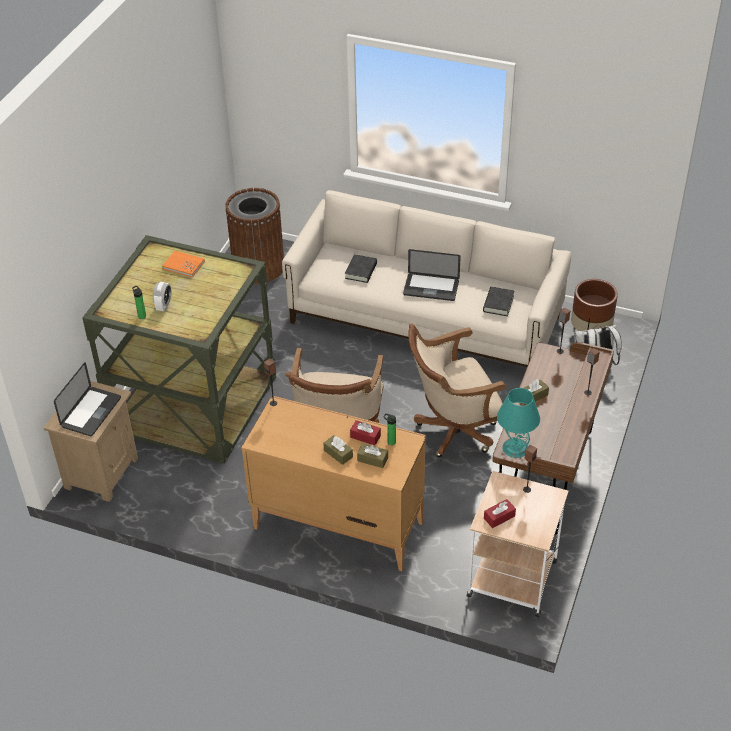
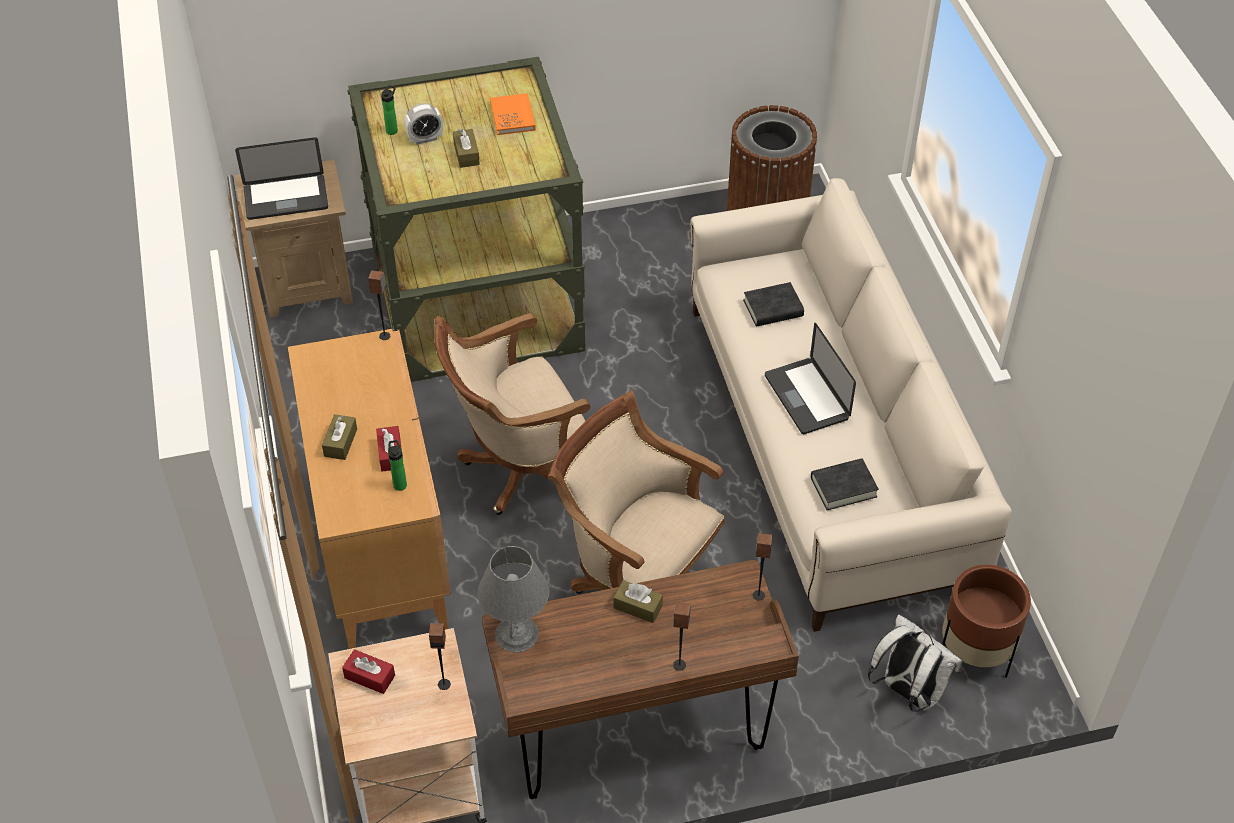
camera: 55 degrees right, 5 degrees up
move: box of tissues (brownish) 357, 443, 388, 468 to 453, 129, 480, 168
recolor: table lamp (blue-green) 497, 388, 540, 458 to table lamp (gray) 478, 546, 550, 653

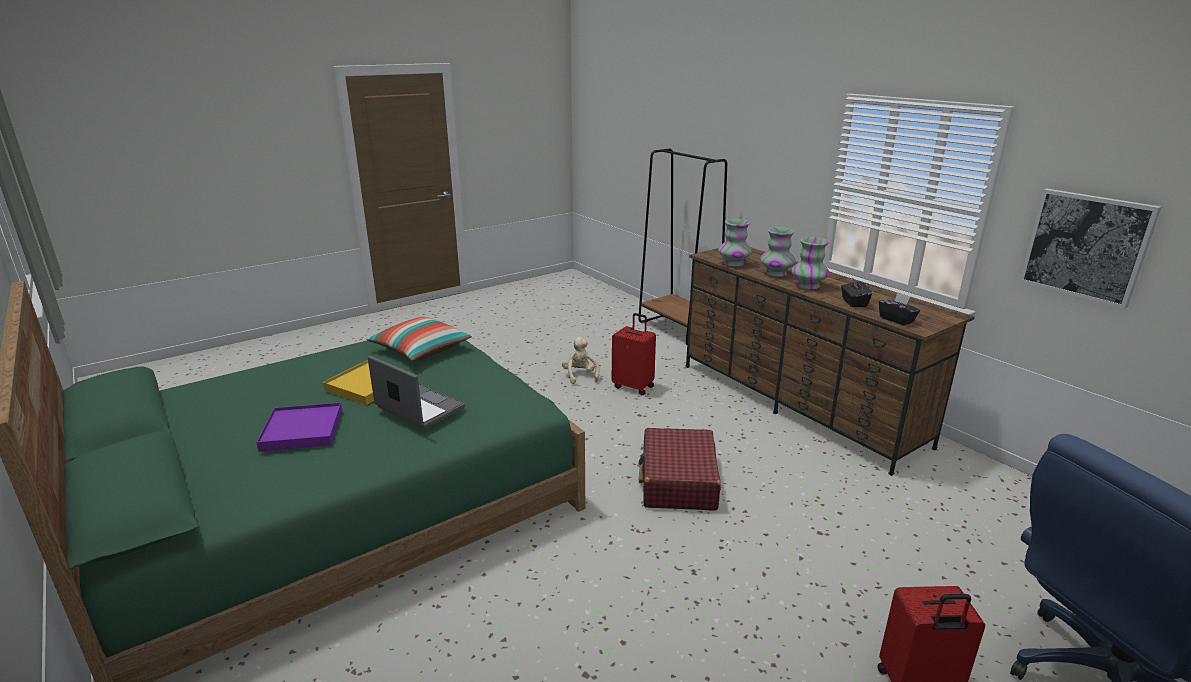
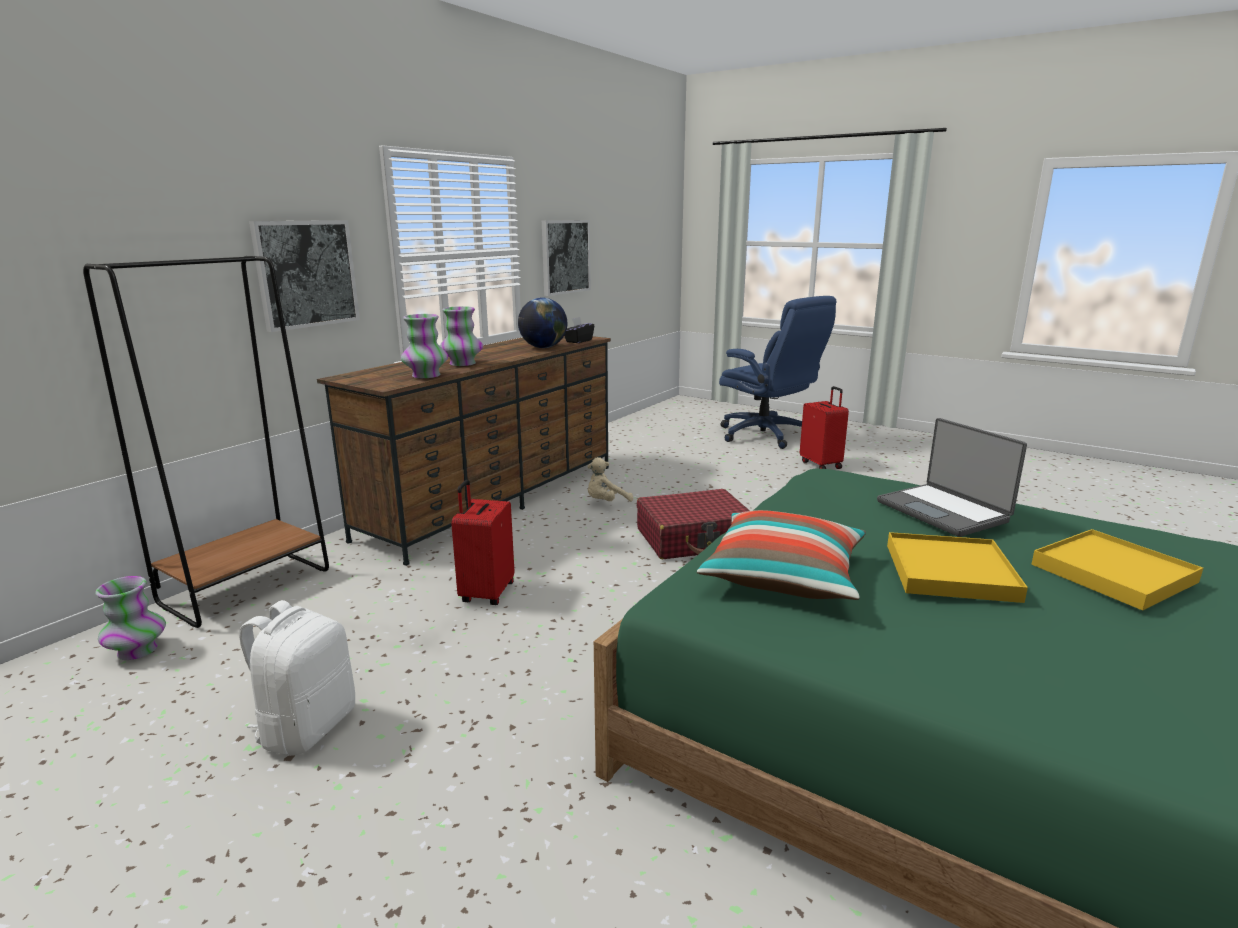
camera: 110 degrees left, 5 degrees down
insert: knapsack (white) 239, 600, 355, 756; wall picture 249, 220, 360, 332
move: decorative vase 791, 237, 829, 289 to 95, 576, 166, 660; cuddly toy (beige) 562, 337, 599, 384 to 587, 457, 633, 502
replace: box of tissues (blackish) 841, 278, 872, 307 to world globe 518, 298, 567, 348
recolor: carrying tray (purple-coloured) 256, 403, 342, 452 to carrying tray (yellowish) 1031, 529, 1203, 610
rotate: notebook computer 368, 356, 465, 429 = 877, 418, 1027, 537 45 degrees counterclockwise

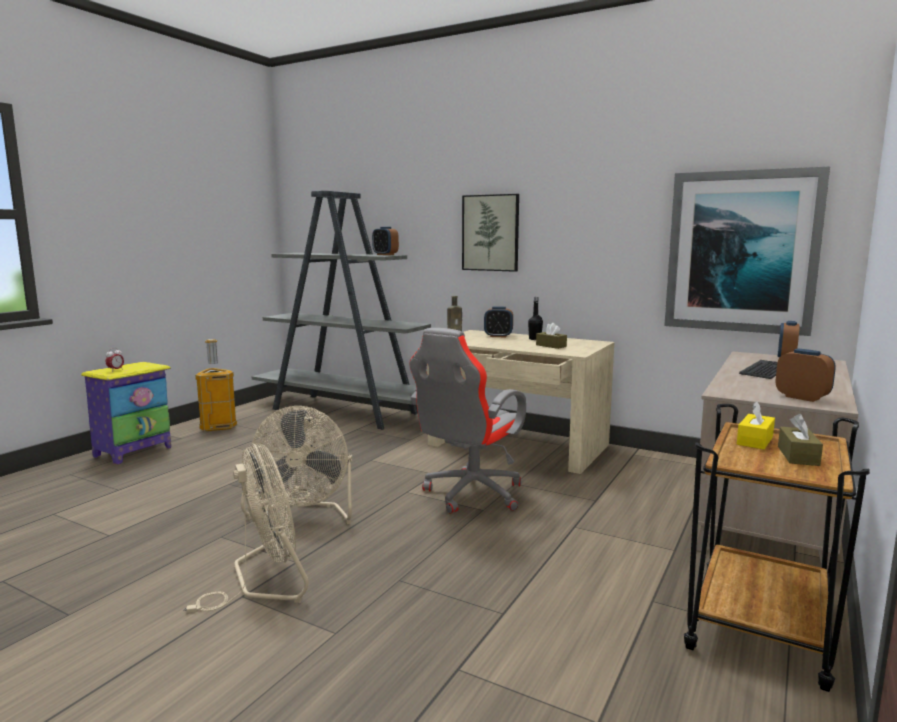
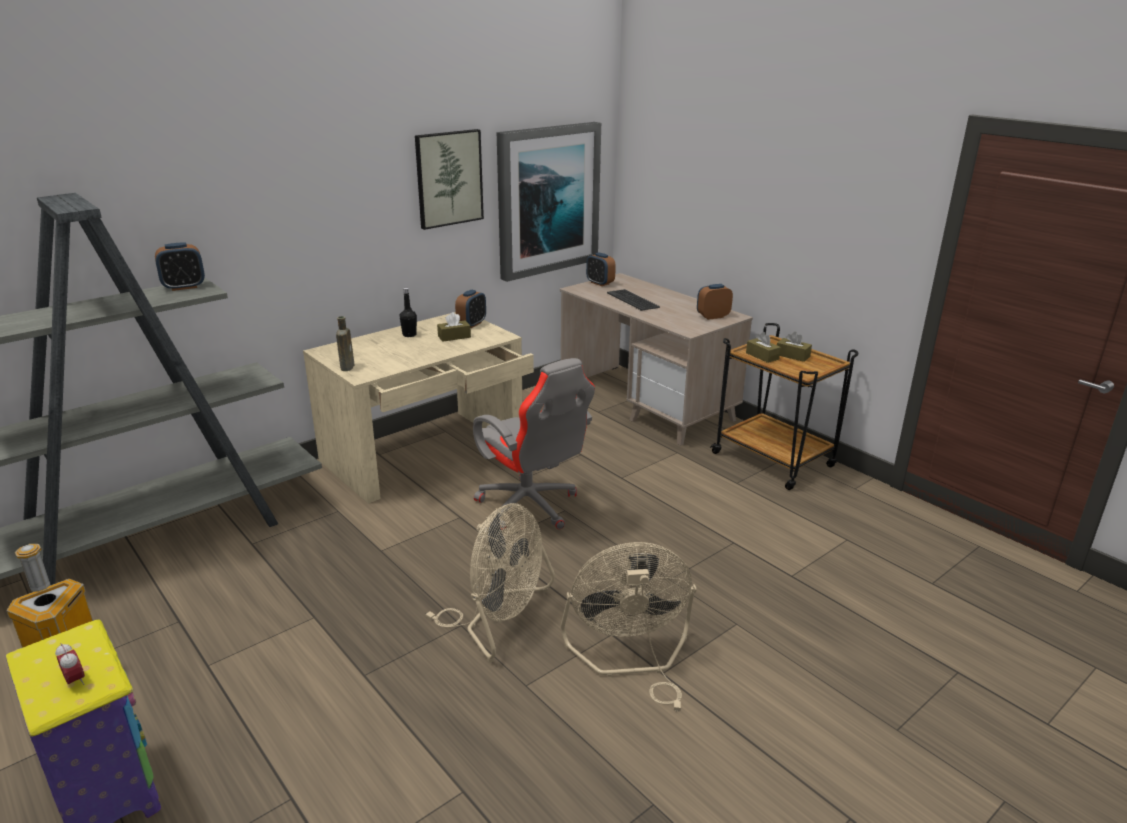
camera: 70 degrees left, 15 degrees up
move: wall picture 462, 194, 519, 272 to 415, 129, 484, 230; table clock 484, 306, 513, 337 to 455, 290, 486, 328
recolor: box of tissues (yellowish) 737, 401, 775, 449 to box of tissues (brownish) 746, 332, 781, 363

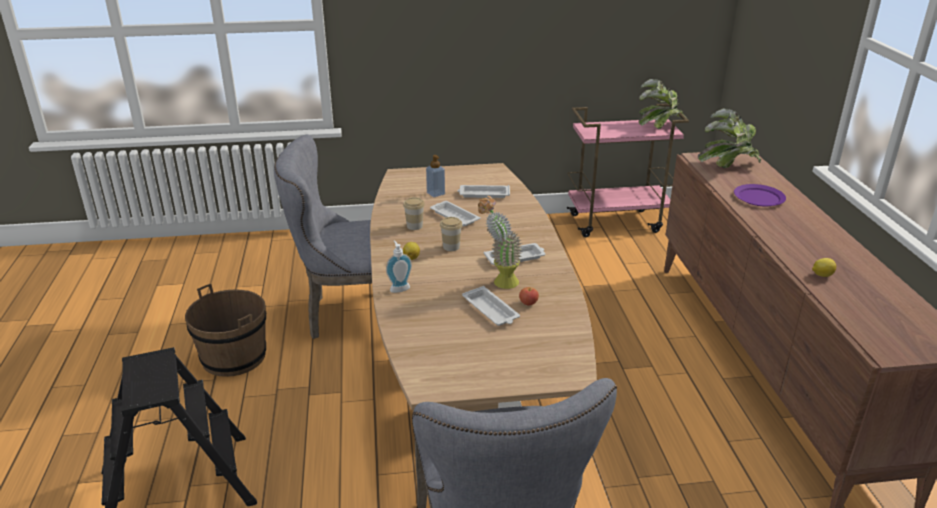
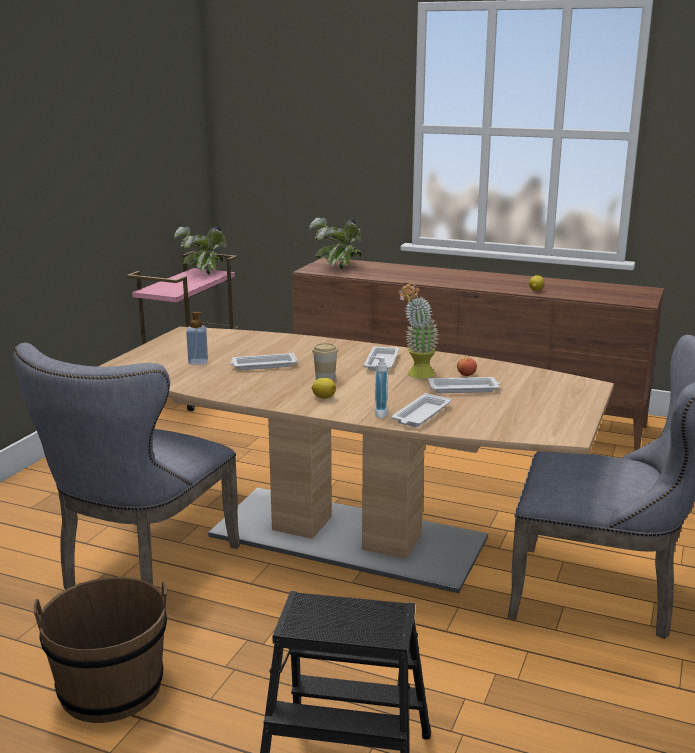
camera: 60 degrees left, 10 degrees down
delete: cup 403, 197, 425, 230; flat dish (purple-coloured) 734, 184, 786, 207
move: carrying tray (white) 457, 185, 510, 198 to 392, 393, 451, 427

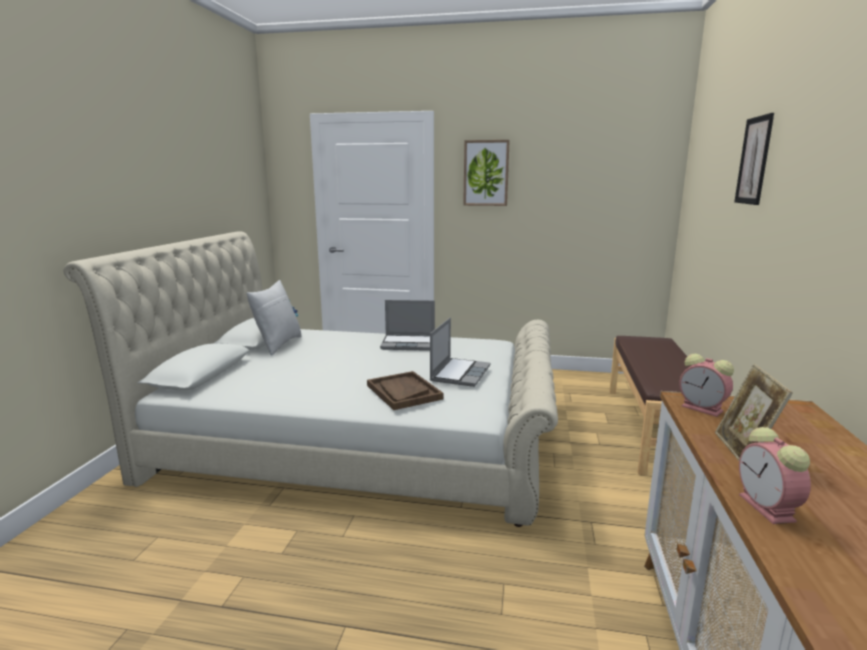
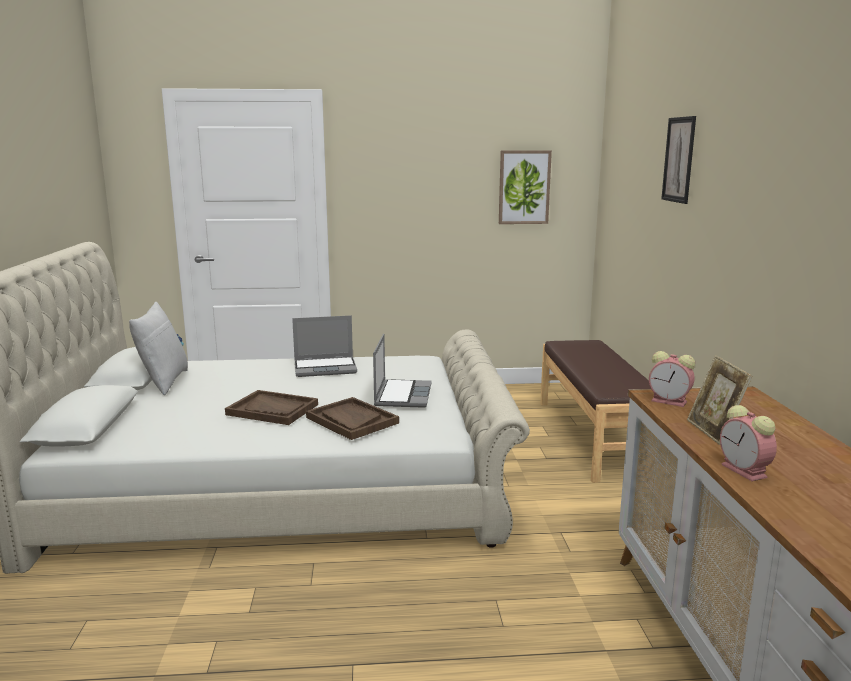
camera: 15 degrees left, 0 degrees up
insert: carrying tray (brownish) 225, 390, 318, 425
move: wall picture 463, 140, 510, 206 to 499, 150, 552, 224

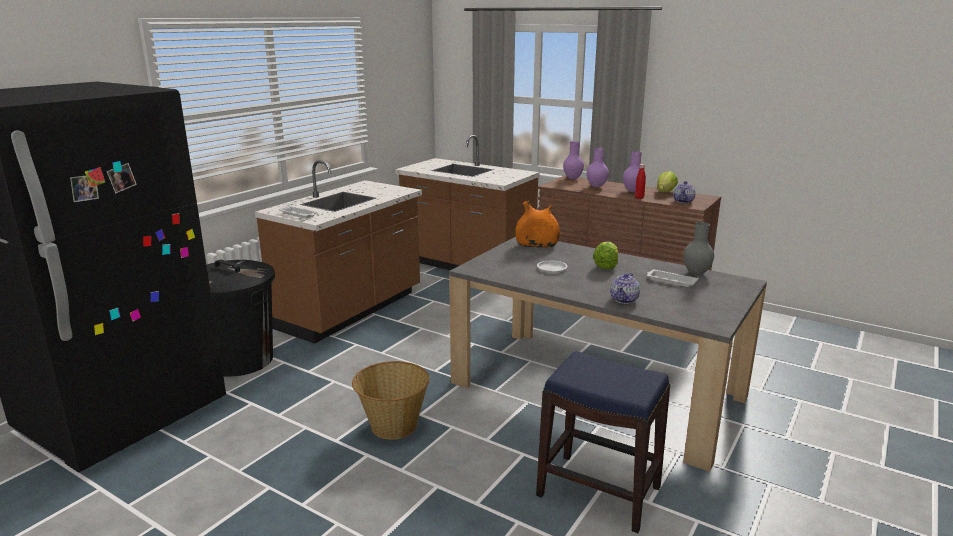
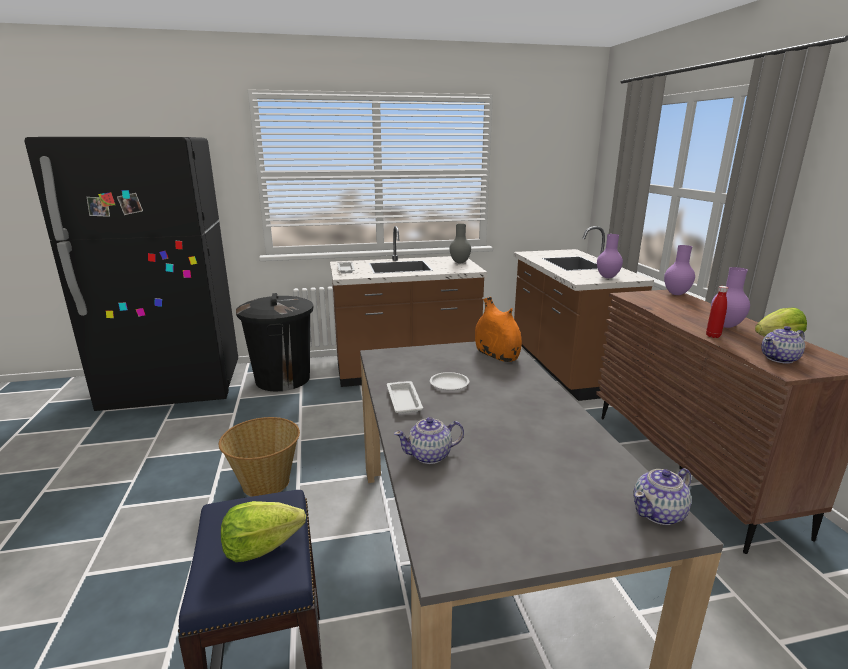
camera: 45 degrees right, 0 degrees up
insert: tea pot 633, 468, 692, 525
move: lettuce head 593, 242, 618, 270 to 221, 501, 306, 562; carrying tray (white) 647, 270, 699, 287 to 387, 381, 423, 414; decorative vase (gray) 683, 222, 714, 275 to 450, 224, 471, 263; decorative vase (purple-coloured) 587, 148, 609, 188 to 597, 234, 623, 278

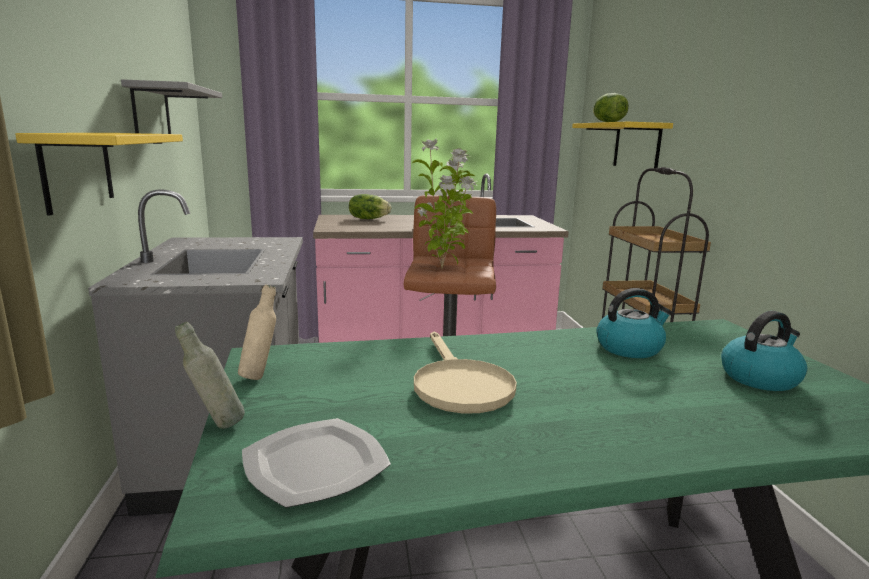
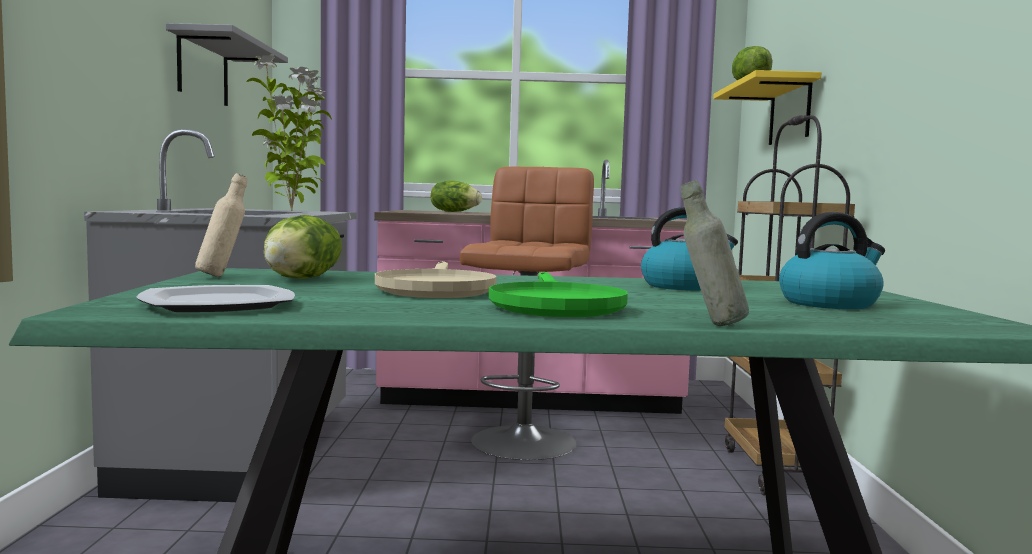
camera: 10 degrees right, 10 degrees down
delete: wall shelf (yellowish) 16, 133, 183, 216
insert: lettuce head 264, 215, 342, 279; frying pan (green-coloured) 489, 272, 628, 317
move: potted plant 412, 139, 478, 269 to 246, 54, 332, 211; beverage bottle (gray) 175, 322, 245, 429 to 681, 180, 749, 326

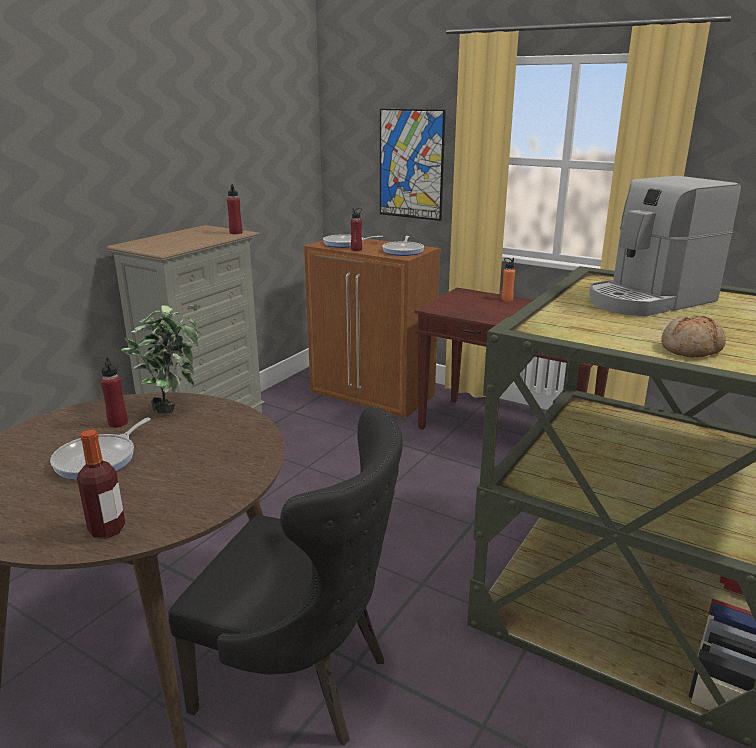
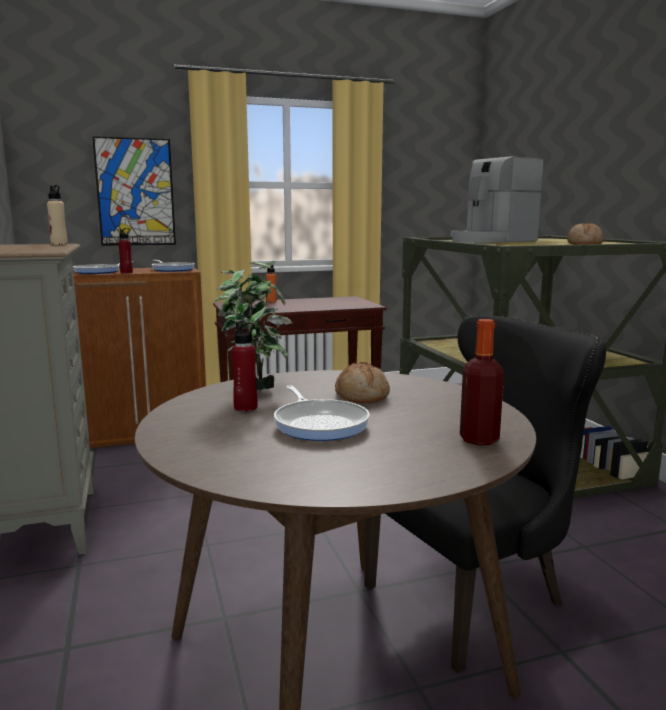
camera: 50 degrees left, 10 degrees down
insert: bakery bread 335, 362, 390, 403
recolor: beverage bottle (red) 227, 184, 242, 234 to beverage bottle (beige) 47, 185, 68, 245
rotate: coffee brewer 589, 176, 742, 316 = 451, 156, 543, 243 45 degrees clockwise

